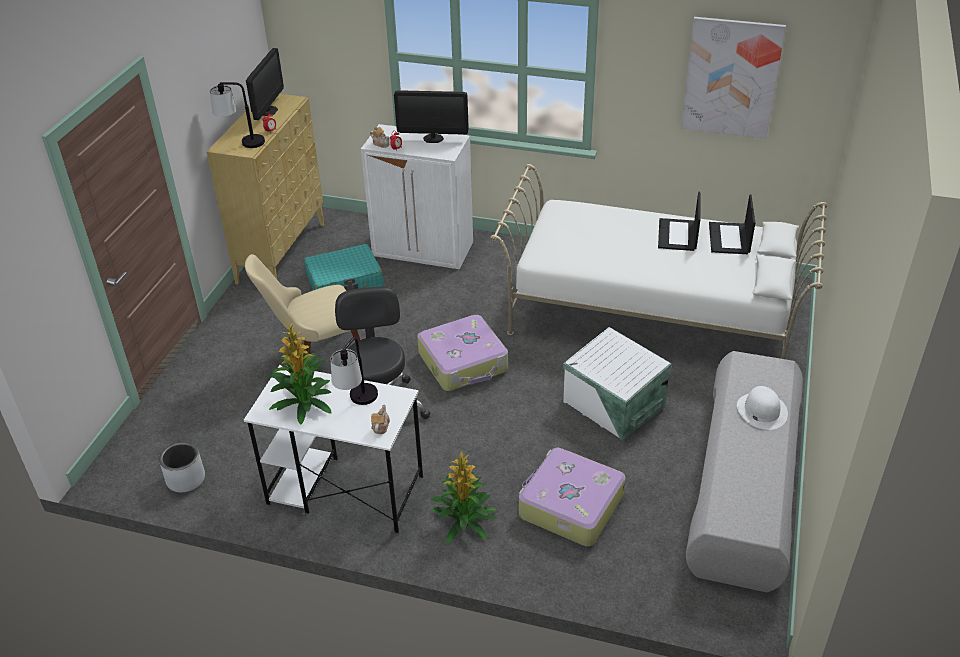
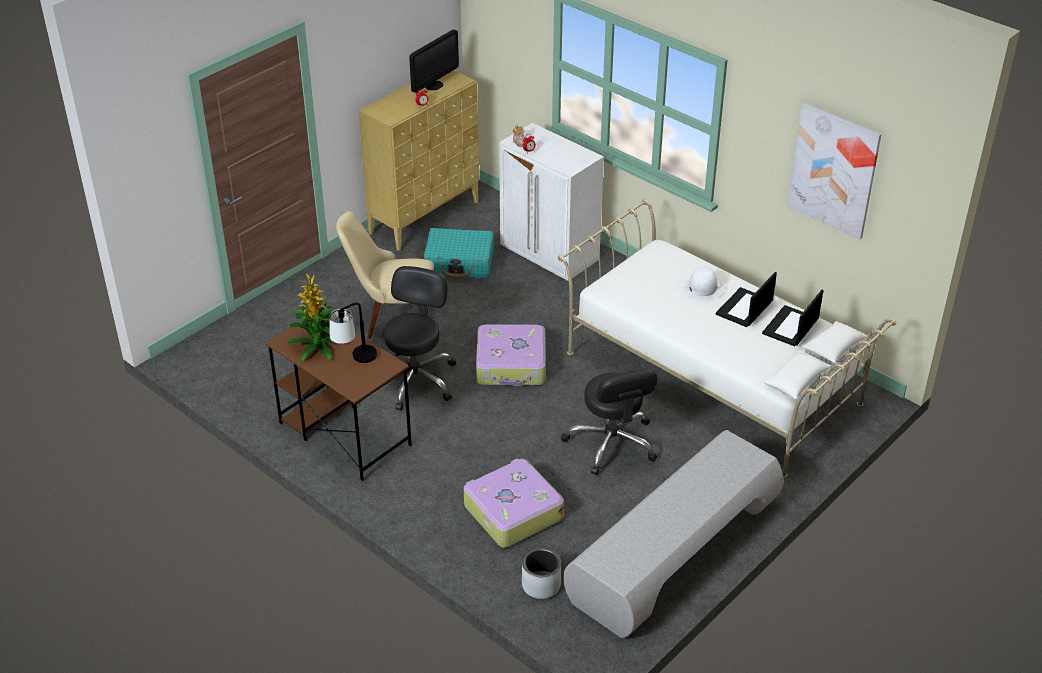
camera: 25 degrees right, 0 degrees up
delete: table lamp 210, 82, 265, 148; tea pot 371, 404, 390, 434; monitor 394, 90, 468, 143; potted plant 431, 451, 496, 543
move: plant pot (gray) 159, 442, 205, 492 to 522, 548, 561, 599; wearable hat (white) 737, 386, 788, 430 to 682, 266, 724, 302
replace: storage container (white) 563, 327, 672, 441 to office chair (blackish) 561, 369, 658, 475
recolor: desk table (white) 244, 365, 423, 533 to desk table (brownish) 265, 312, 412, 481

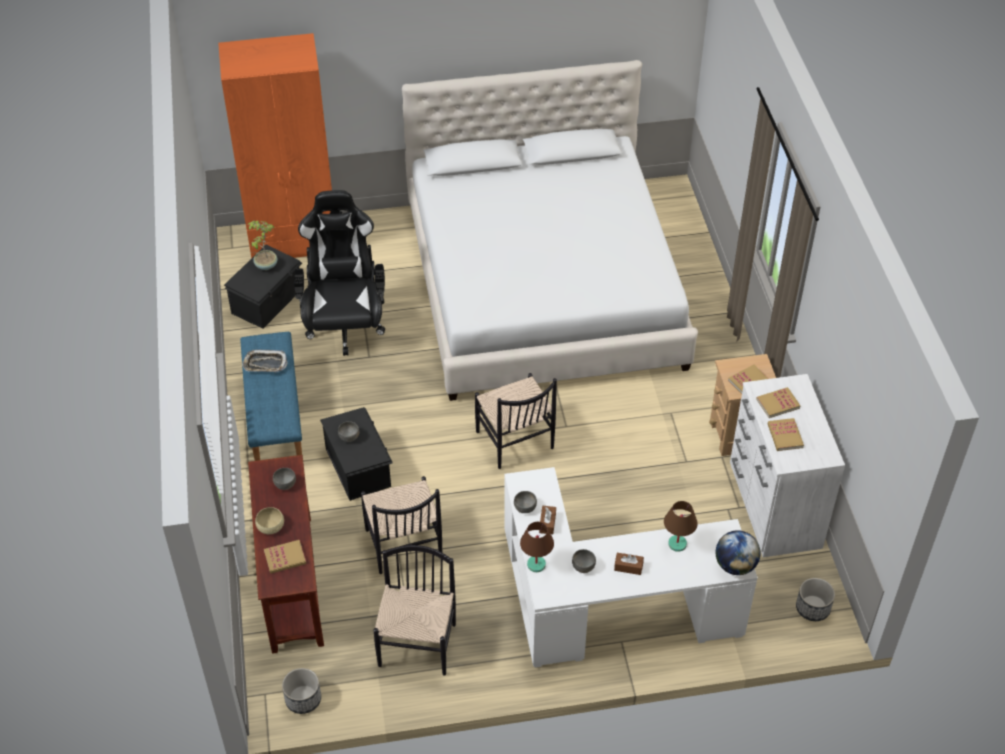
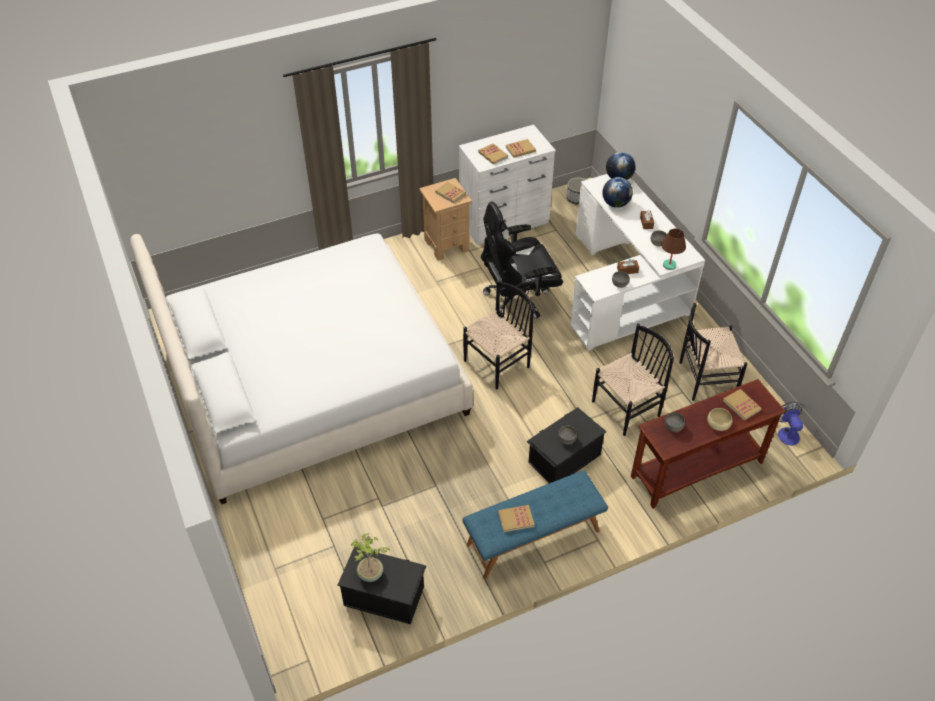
camera: 105 degrees left, 0 degrees up
delete: armoire (orange) 218, 33, 332, 258
move: office chair (blackish) 294, 190, 385, 356 to 481, 201, 563, 319
replace: carrying tray 242, 350, 288, 373 to bound book 498, 505, 535, 533; table lamp (brownish) 664, 501, 698, 552 to world globe 602, 177, 633, 208; plant pot 282, 668, 321, 714 to fan 778, 401, 803, 445

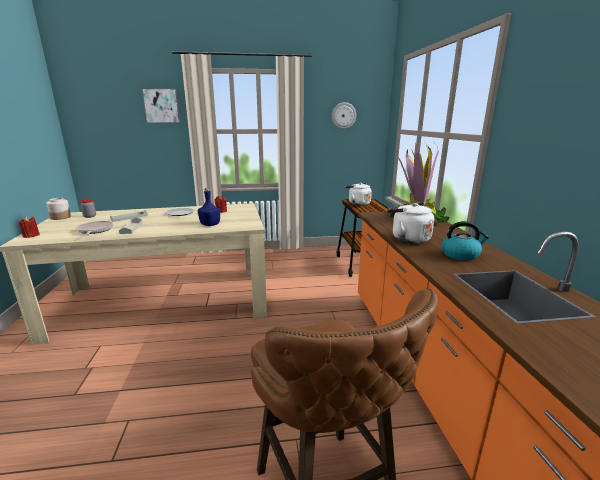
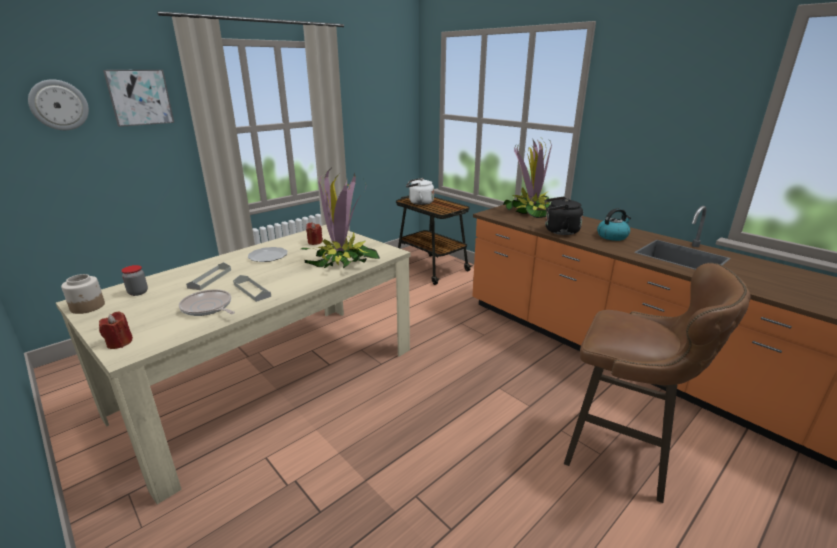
camera: 35 degrees left, 5 degrees up
move: clock on the wall 331, 102, 356, 129 to 28, 79, 89, 130
replace: beverage bottle (blue-coloured) 197, 188, 220, 226 to potted plant 301, 168, 380, 268
recolor: tea kettle (white) 387, 203, 434, 244 to tea kettle (blackish) 545, 196, 583, 235

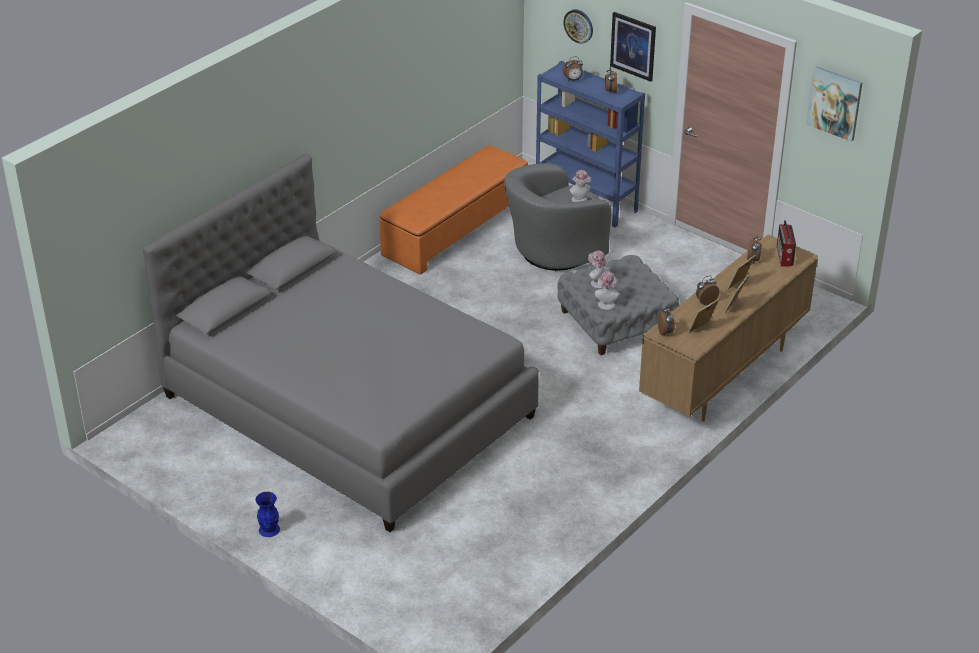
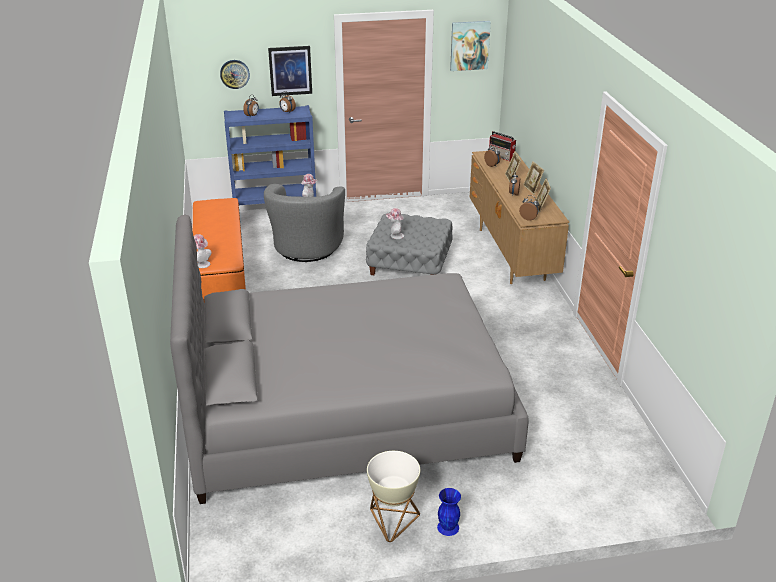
camera: 50 degrees left, 5 degrees down
insert: plant pot 367, 451, 420, 542
move: wearable hat 595, 271, 619, 310 to 194, 234, 212, 268

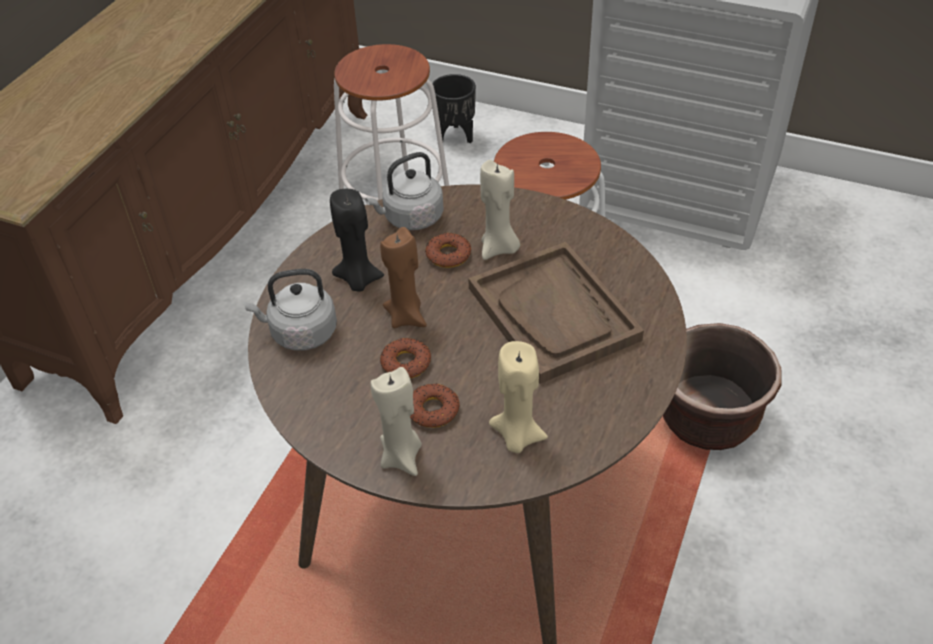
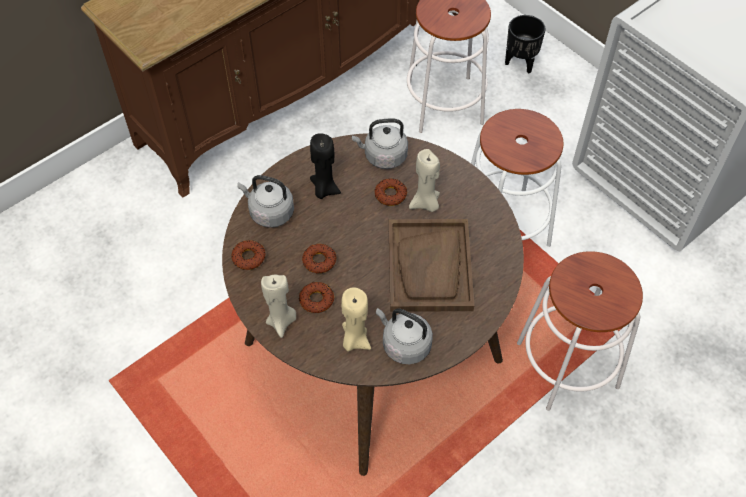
camera: 25 degrees right, 10 degrees up
delete: wax candle (brownish) 380, 227, 427, 328
insert: donut 231, 240, 265, 270; tea kettle (gray) 376, 308, 433, 364
replace: plant pot (brownish) 663, 323, 781, 450 to sitting stool (white) 517, 251, 643, 411

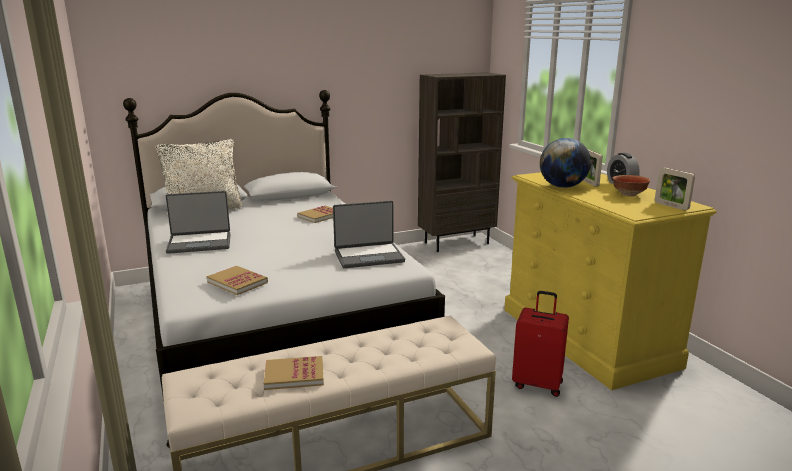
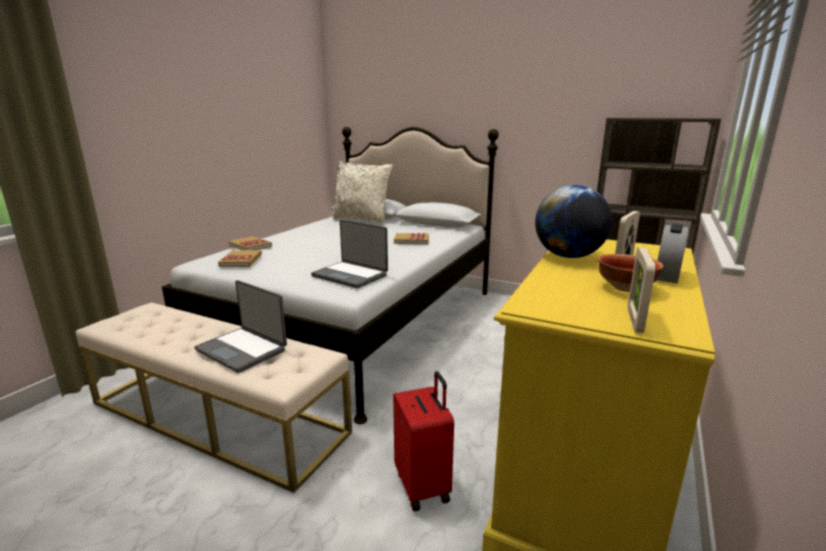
camera: 50 degrees right, 0 degrees up
move: notebook computer 166, 191, 230, 254 to 194, 280, 287, 373; bound book 264, 356, 324, 390 to 228, 236, 272, 250

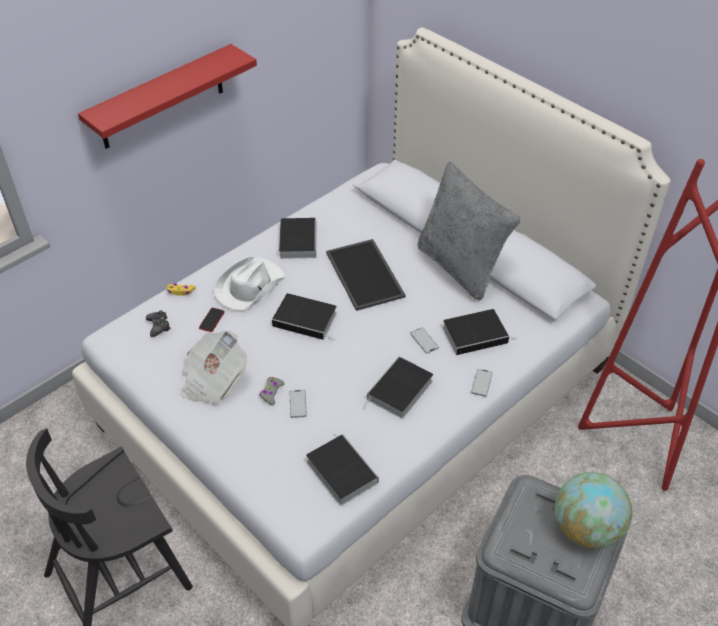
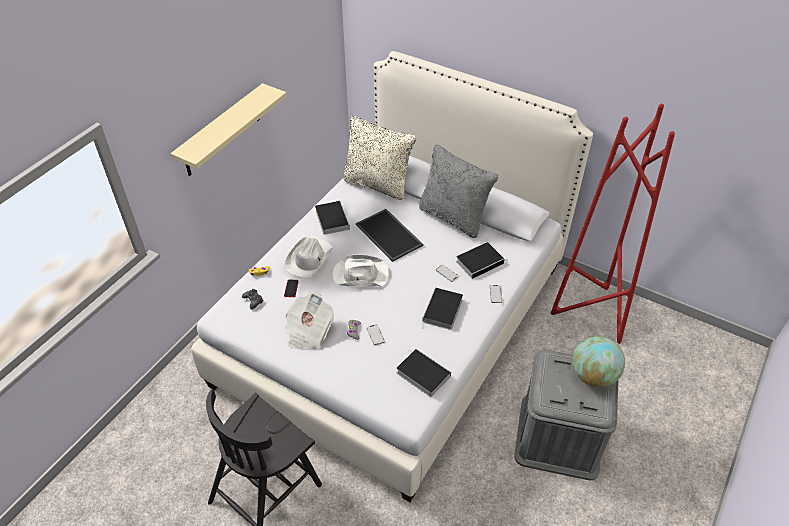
camera: 15 degrees left, 0 degrees up
insert: pillow (beige) 343, 115, 416, 200
replace: bound book 272, 293, 337, 340 to wearable hat (white) 332, 255, 389, 287
recolor: wall shelf (red) 78, 44, 257, 149 to wall shelf (beige) 170, 83, 287, 176

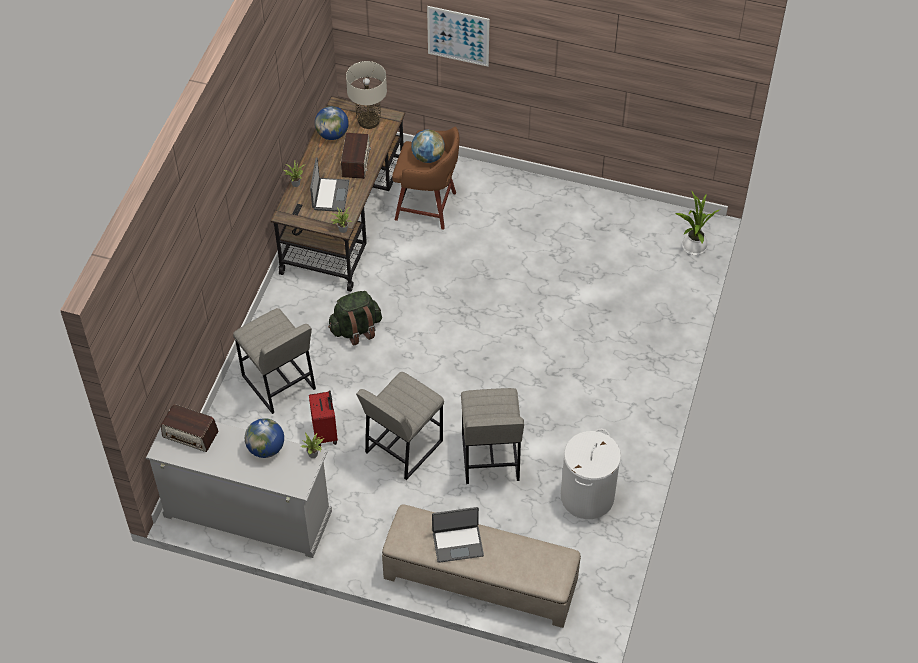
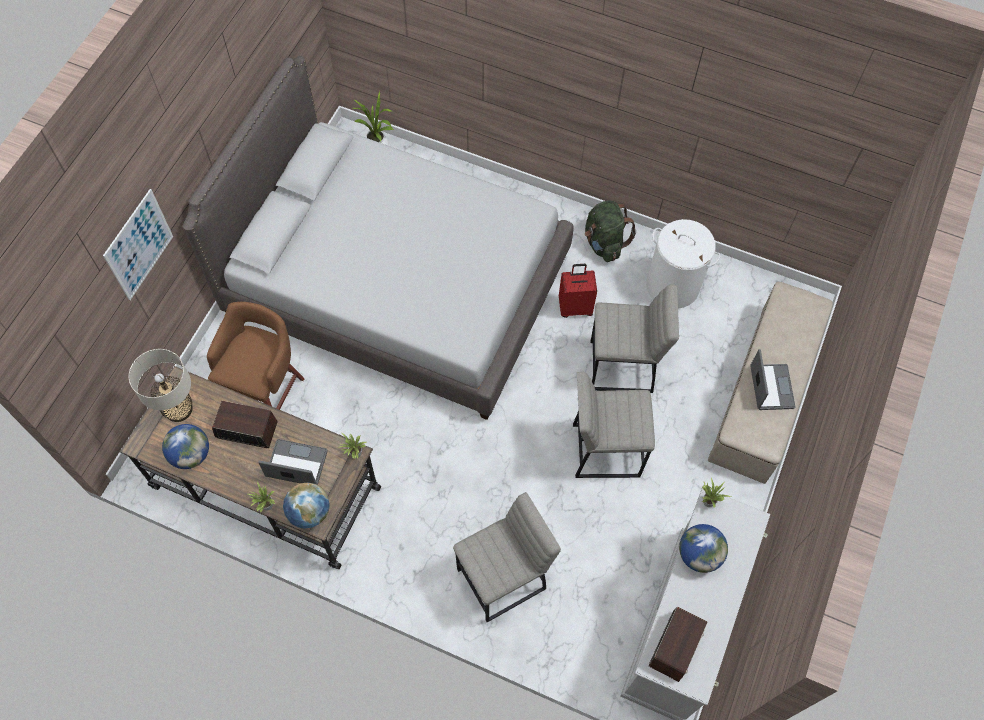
camera: 85 degrees left, 10 degrees up
insert: bedroom bed (gray) 183, 56, 574, 420
move: world globe 411, 129, 445, 163 to 283, 483, 330, 529; travel case (red) 309, 390, 338, 447 to 559, 264, 597, 318; knapsack (green-coloured) 328, 291, 382, 346 to 585, 200, 636, 262
rotate: plain chair (gray) 356, 372, 444, 480 = 573, 372, 655, 478 135 degrees clockwise

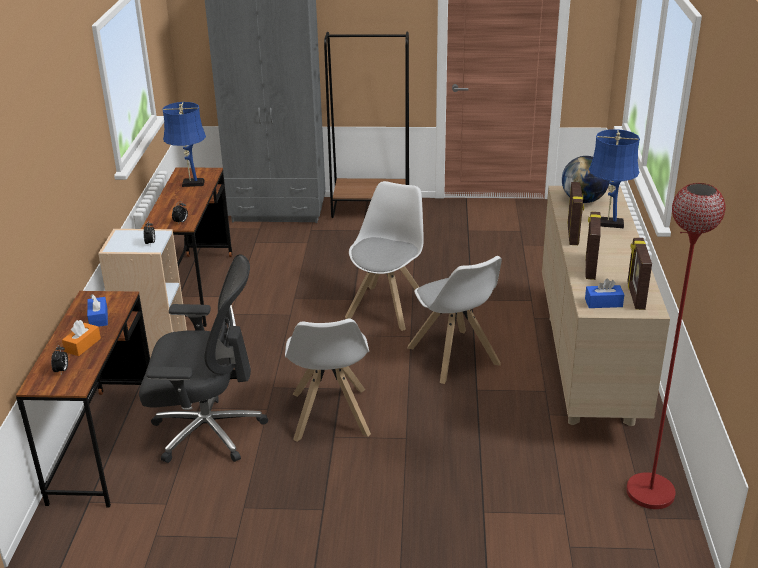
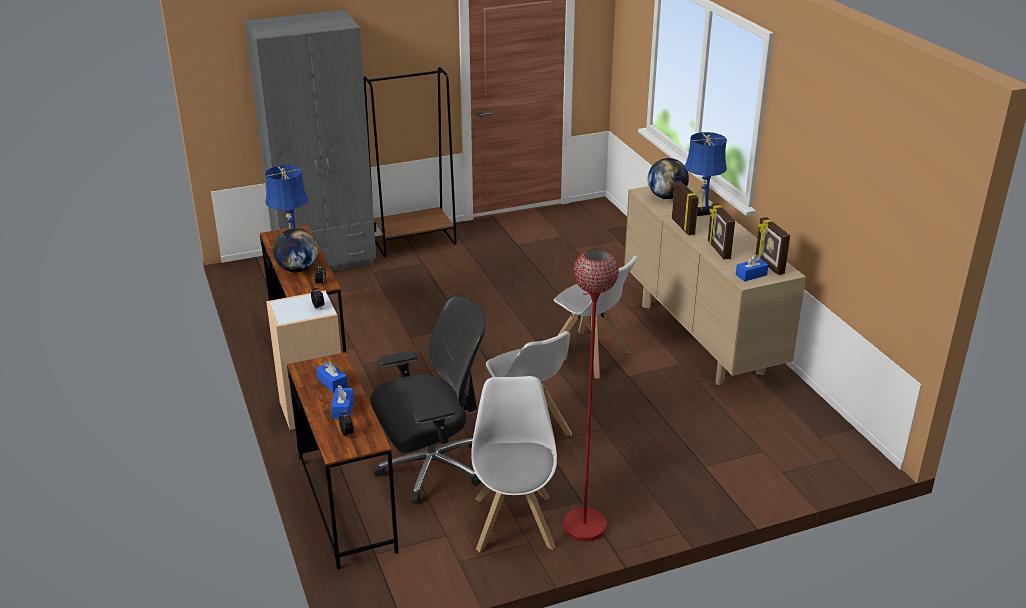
camera: 25 degrees left, 0 degrees up
insert: world globe 273, 228, 318, 272
move: plain chair 345, 181, 424, 331 to 471, 376, 557, 552; floor lamp (red) 626, 183, 726, 509 to 563, 248, 619, 542
recolor: box of tissues (orange) 62, 320, 101, 356 to box of tissues (blue-coloured) 331, 385, 354, 419

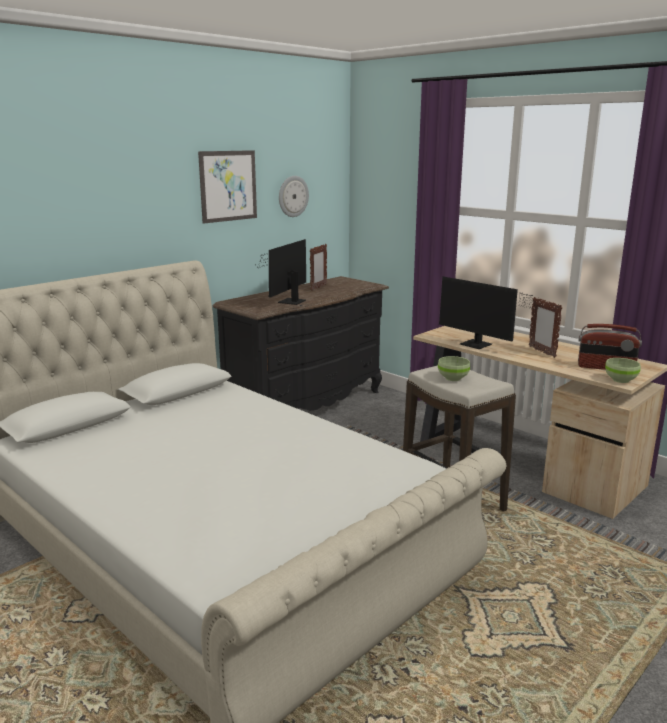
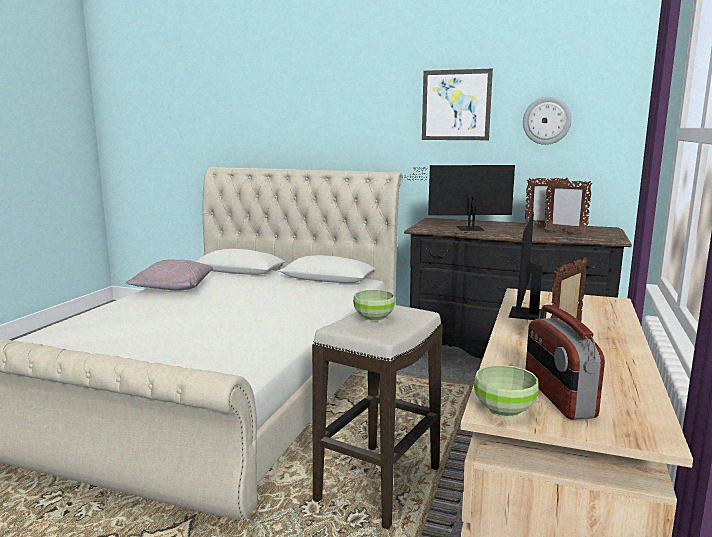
camera: 65 degrees right, 5 degrees down
insert: pillow (purple-coloured) 126, 259, 213, 291; standing frame 544, 180, 592, 235

